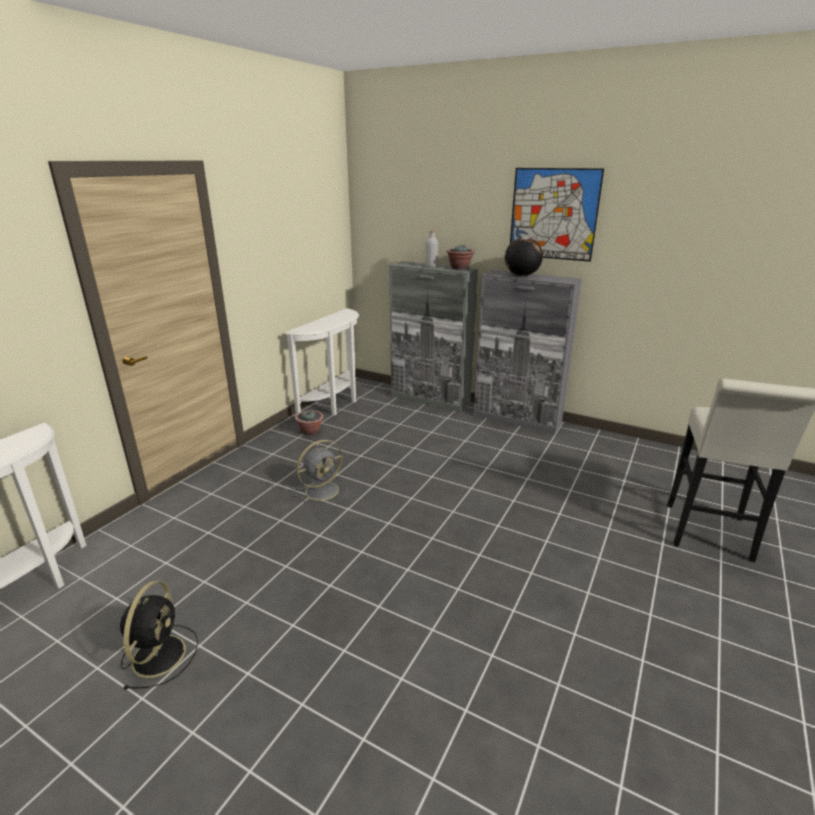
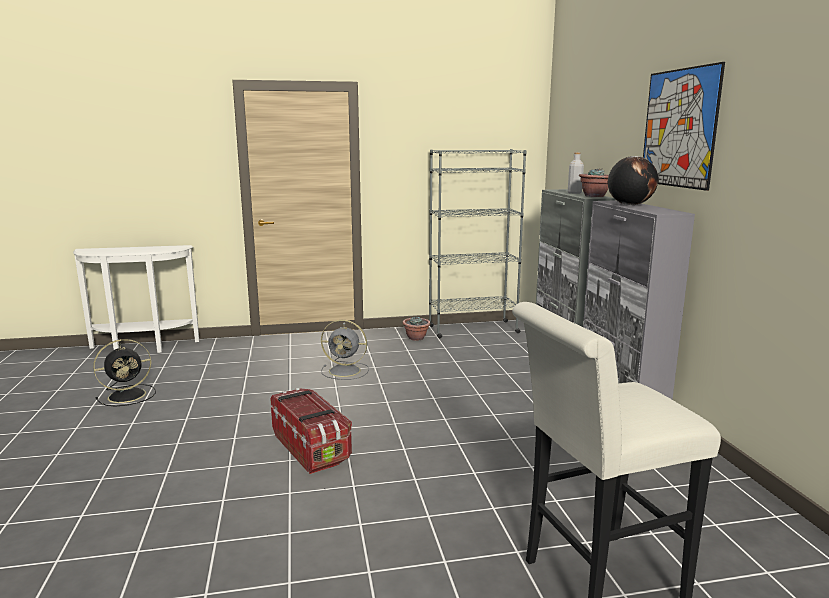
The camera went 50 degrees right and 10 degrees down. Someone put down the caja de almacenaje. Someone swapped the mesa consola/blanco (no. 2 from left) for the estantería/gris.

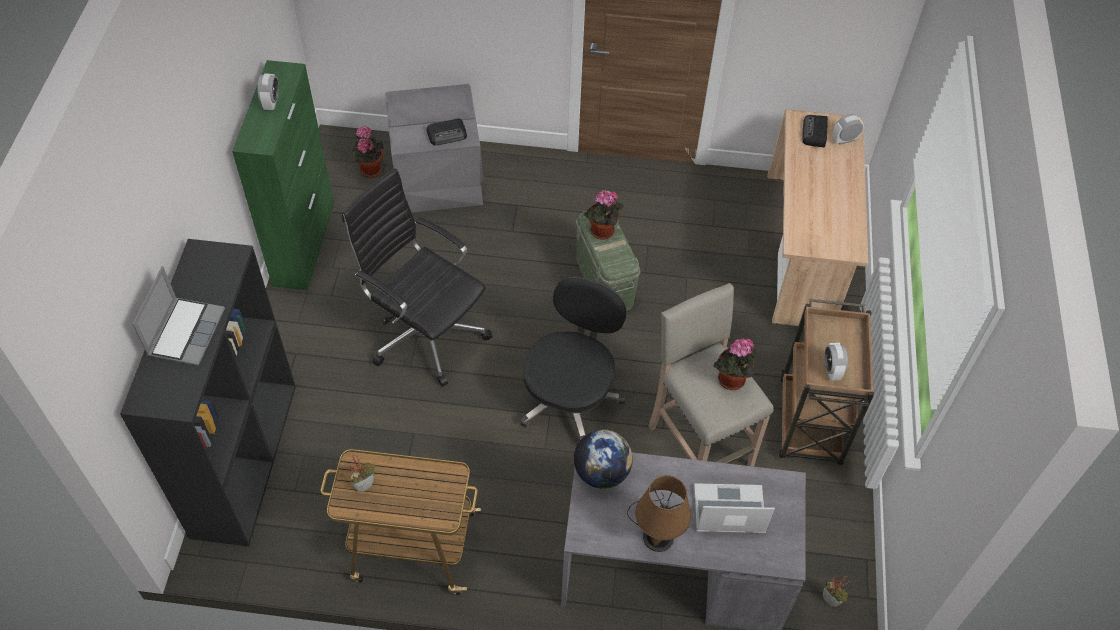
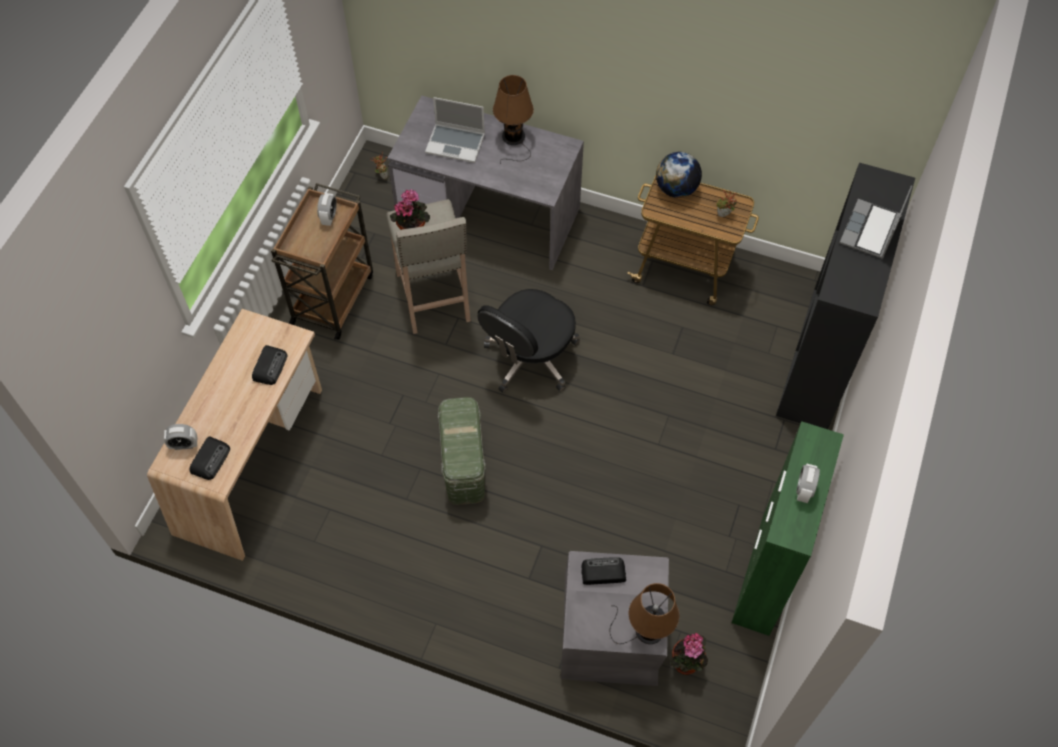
The camera went 165 degrees left and 5 degrees up. Someone put down the radio (no. 2 from left). Someone put down the lámpara de mesa/marrón (no. 2 from left). Someone carried the globo terráqueo. Someone took away the silla de oficina/negro (no. 1 from left). Someone took away the planta en maceta (no. 3 from left).

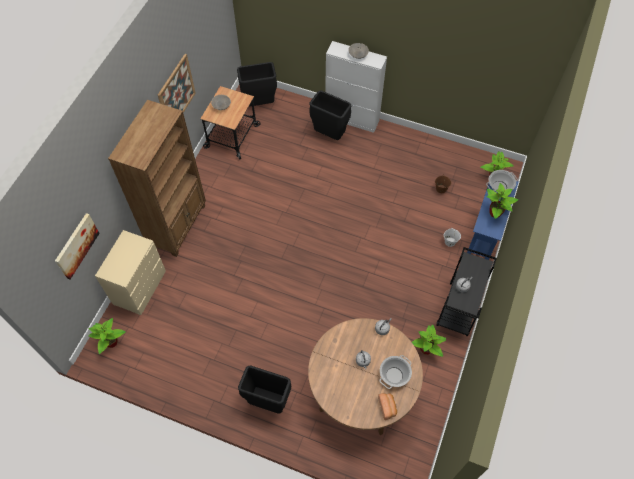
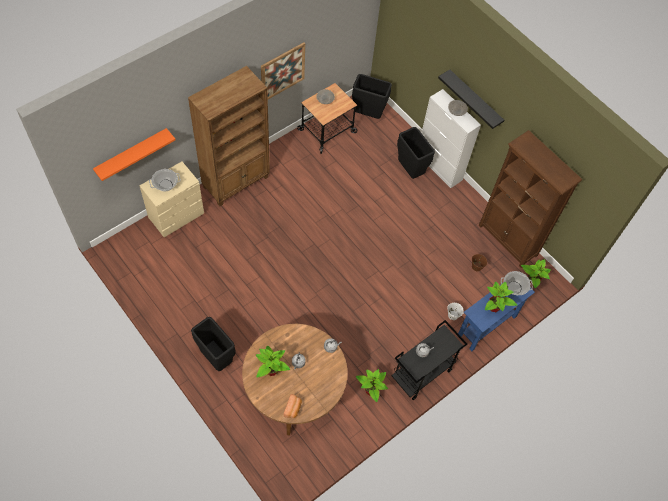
The camera went 25 degrees right and 0 degrees up. Someone swapped the cuadro (no. 1 from left) for the estante/naranja. Someone carried the olla (no. 1 from left). Someone carried the planta en maceta (no. 1 from left). Someone put up the estante/negro. Someone put down the estantería/marrón (no. 2 from left).

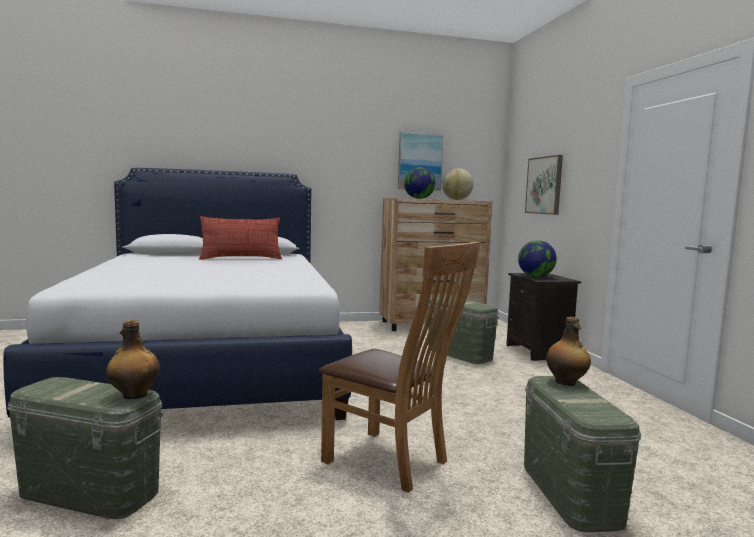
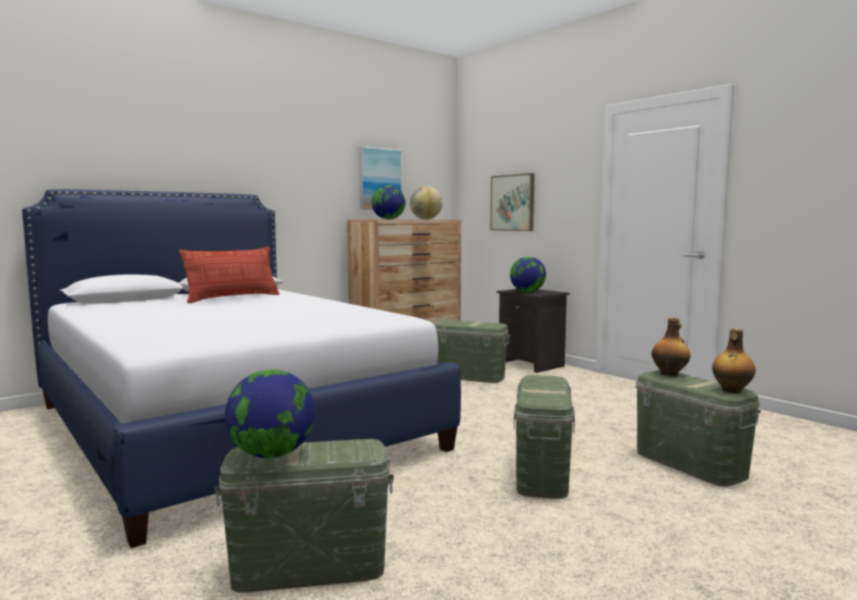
The camera went 25 degrees left and 0 degrees up. Someone put down the globo terráqueo (no. 1 from left). Someone swapped the silla/marrón for the caja de almacenaje/verde (no. 3 from left). Someone carried the botella (no. 1 from left in the first image).

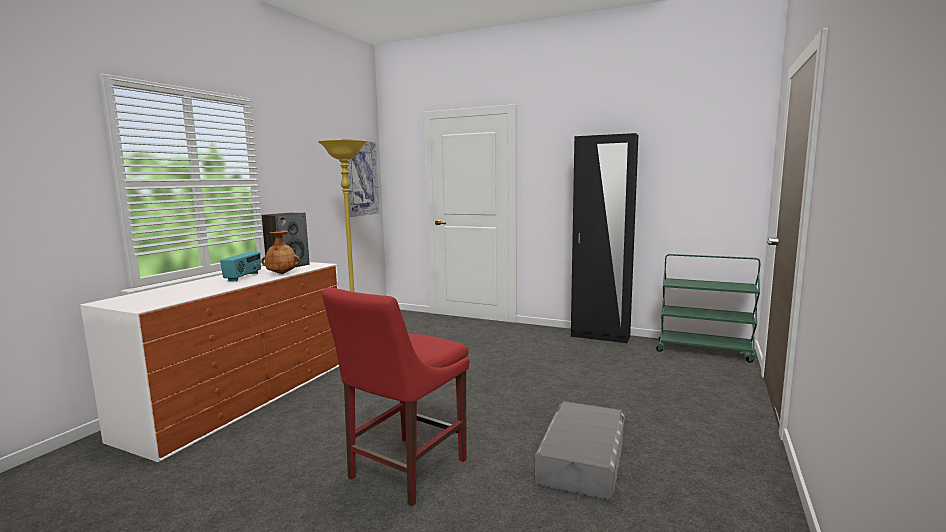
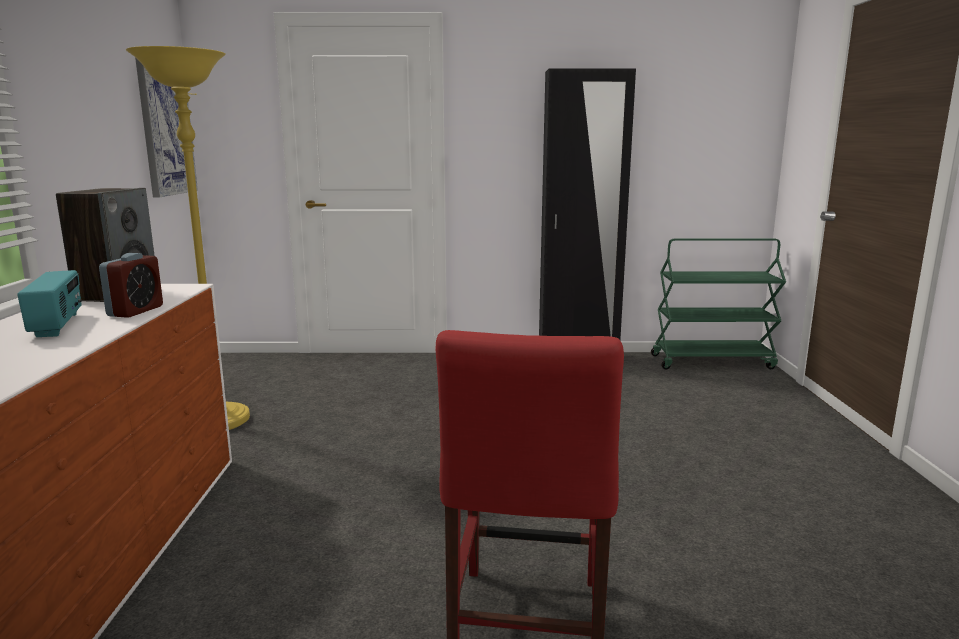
The camera went 25 degrees left and 5 degrees up. Someone swapped the florero/marrón for the despertador. Someone took away the caja de almacenaje/gris.

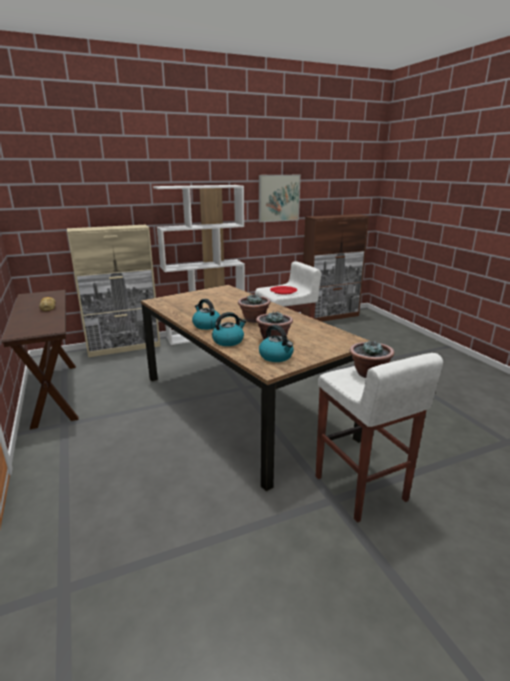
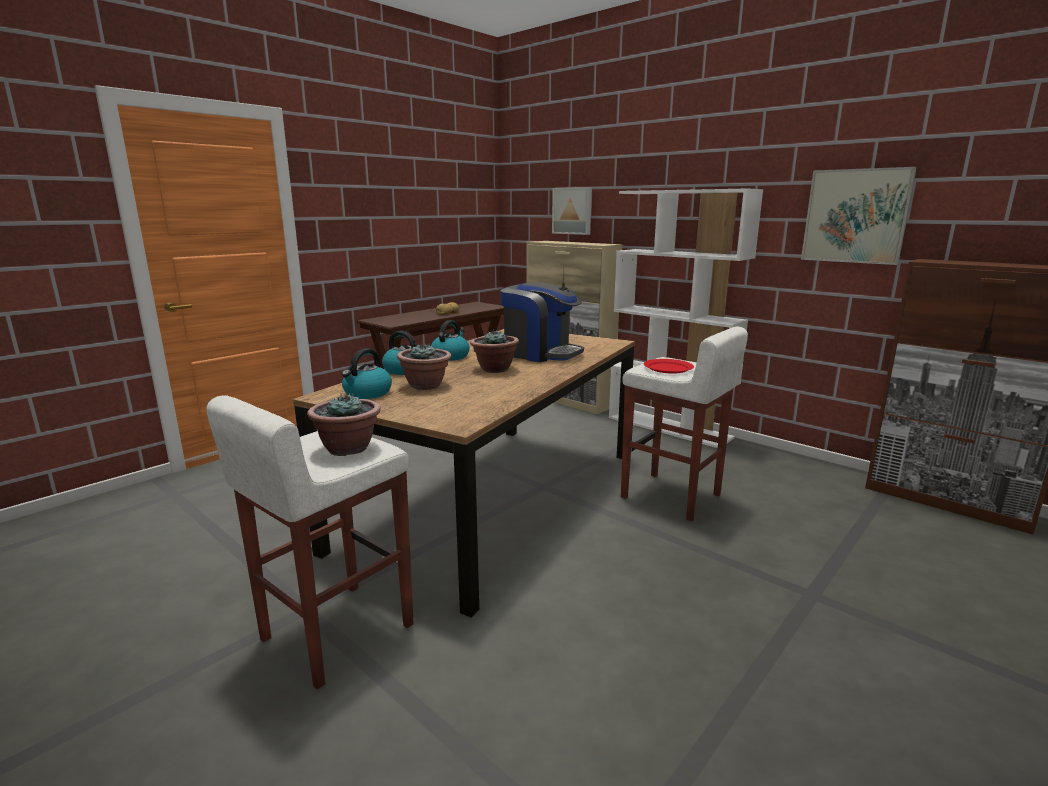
The camera went 65 degrees right and 5 degrees down. Someone put down the cafetera. Someone put up the cuadro (no. 1 from left).

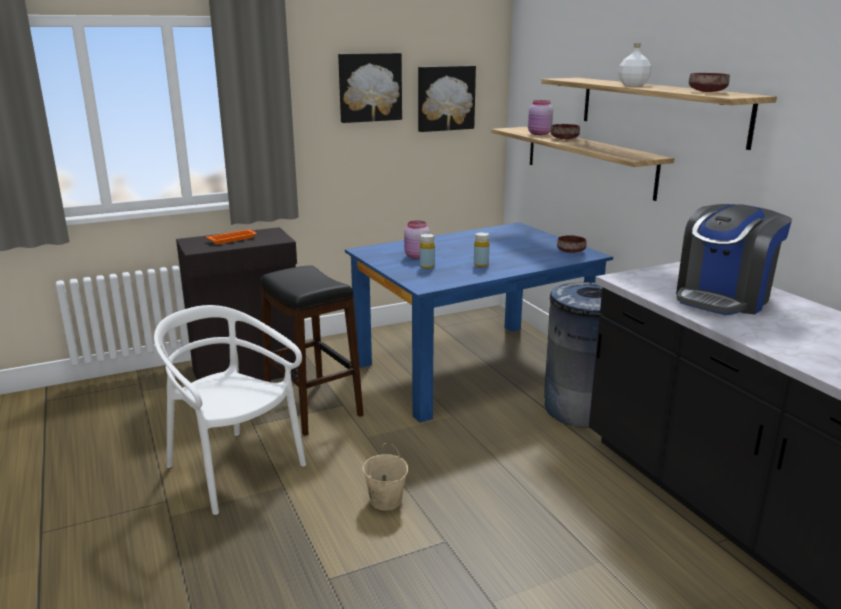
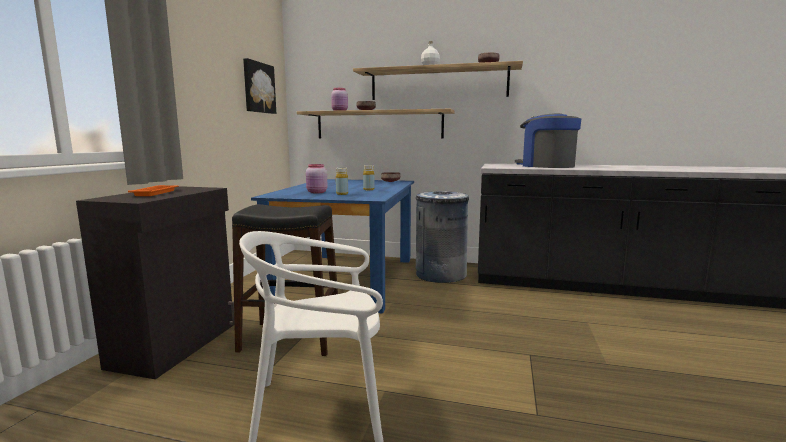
The camera went 50 degrees left and 10 degrees down. Someone rotated the cafetera by 150 degrees clockwise. Someone took away the cuadro (no. 1 from left). Someone took away the cubo/beis.

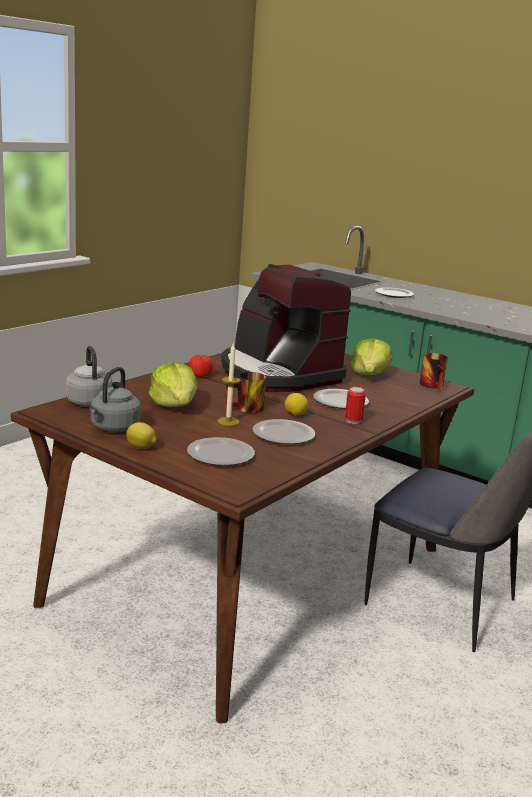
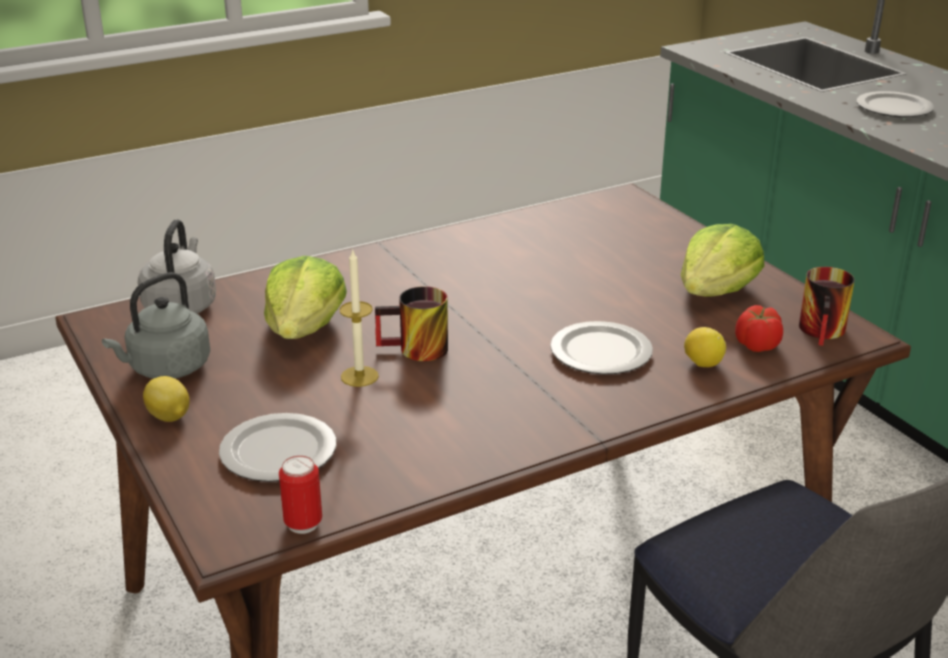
The camera went 25 degrees right and 10 degrees up. Someone carried the lata. Someone carried the limón (no. 2 from left). Someone carried the tomate. Someone took away the cafetera. Someone took away the plato (no. 2 from left).

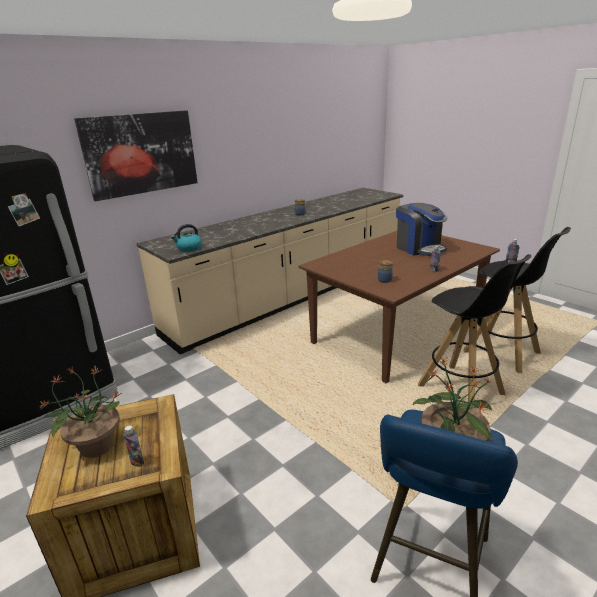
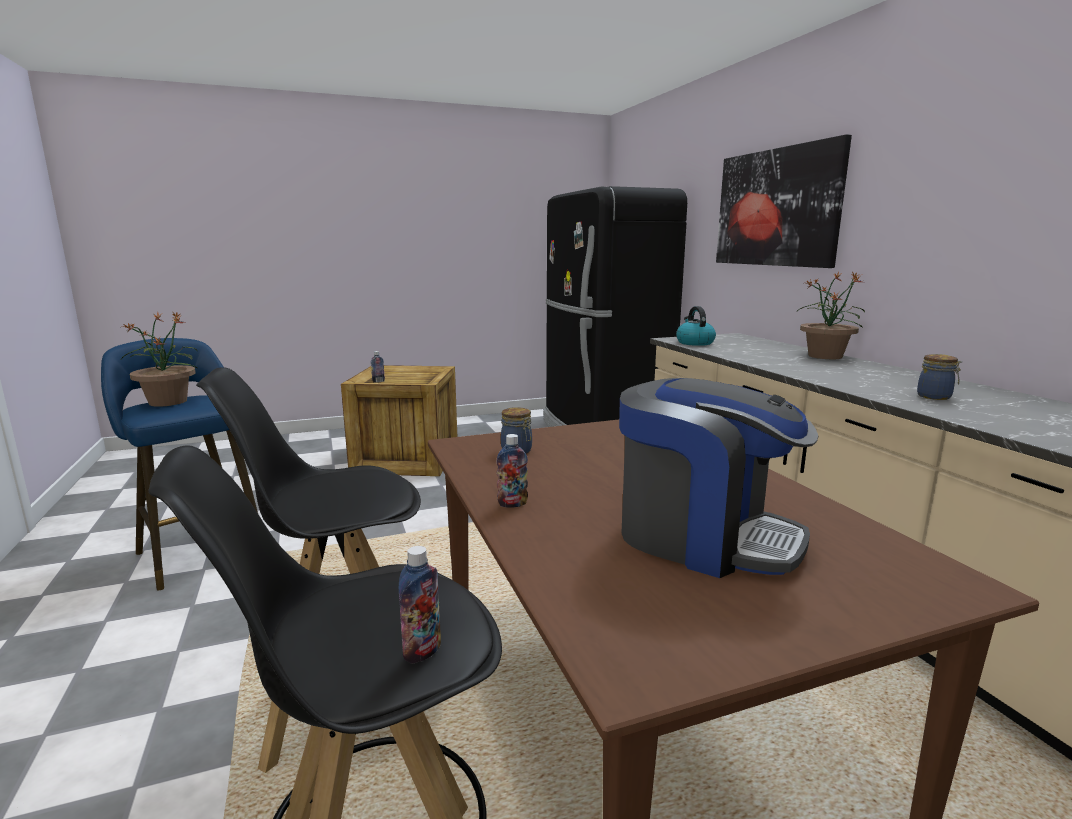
The camera went 110 degrees right and 10 degrees down. Someone rotated the cafetera by 135 degrees counterclockwise. Someone carried the planta en maceta (no. 1 from left in the first image).

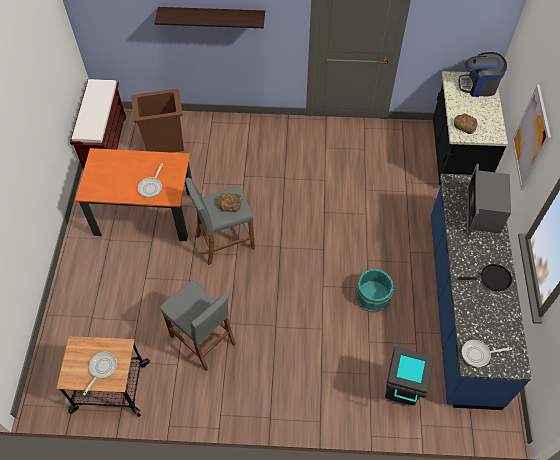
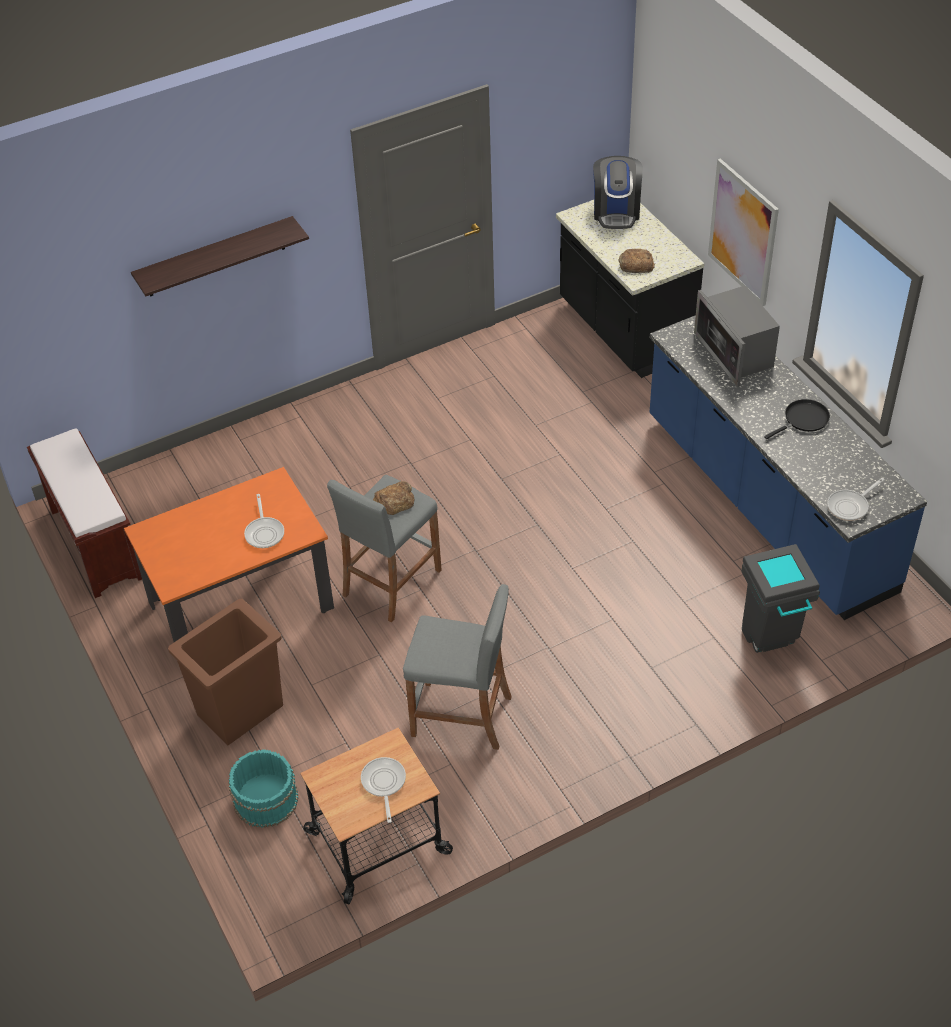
The camera went 30 degrees left and 10 degrees down. Someone carried the papelera/marrón. Someone carried the cubo/turquesa. Someone rotated the cafetera by 60 degrees counterclockwise.

